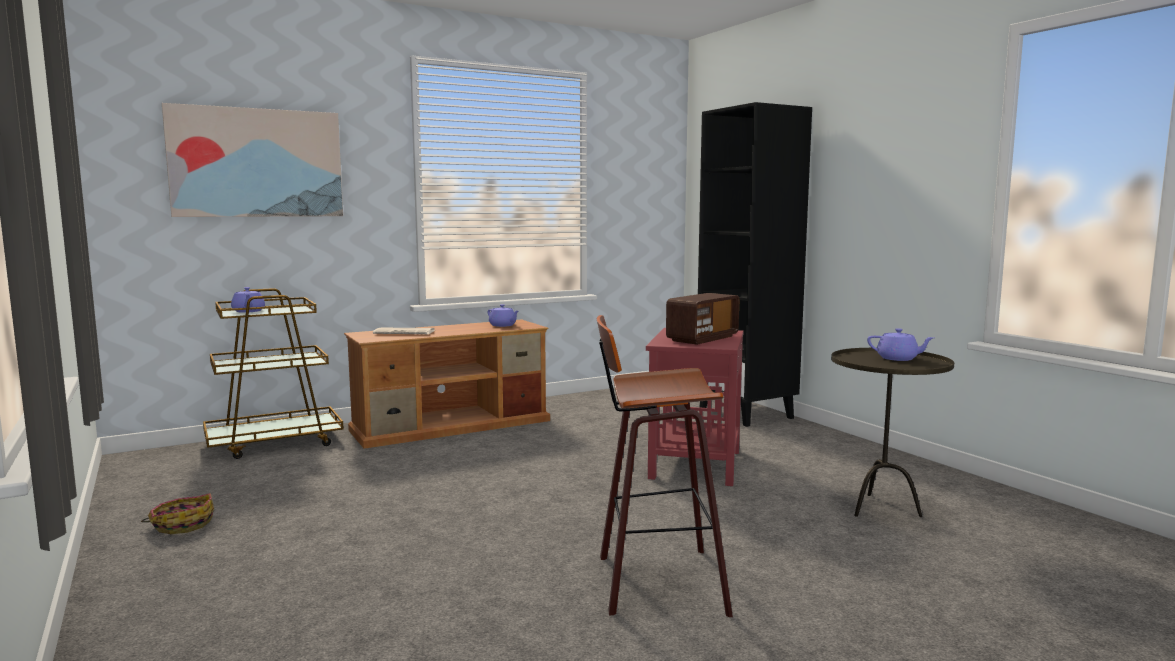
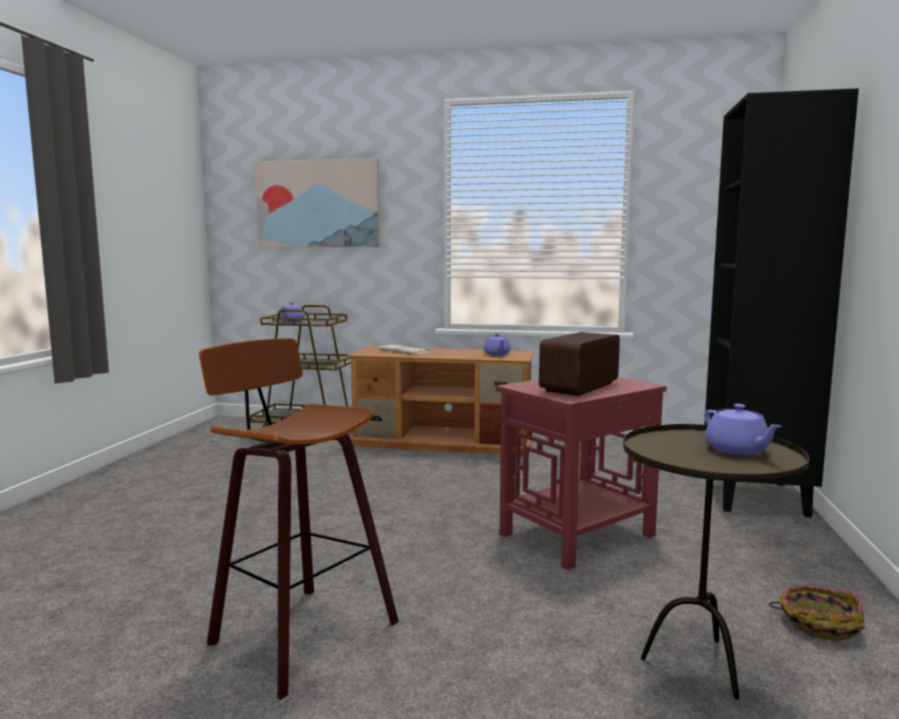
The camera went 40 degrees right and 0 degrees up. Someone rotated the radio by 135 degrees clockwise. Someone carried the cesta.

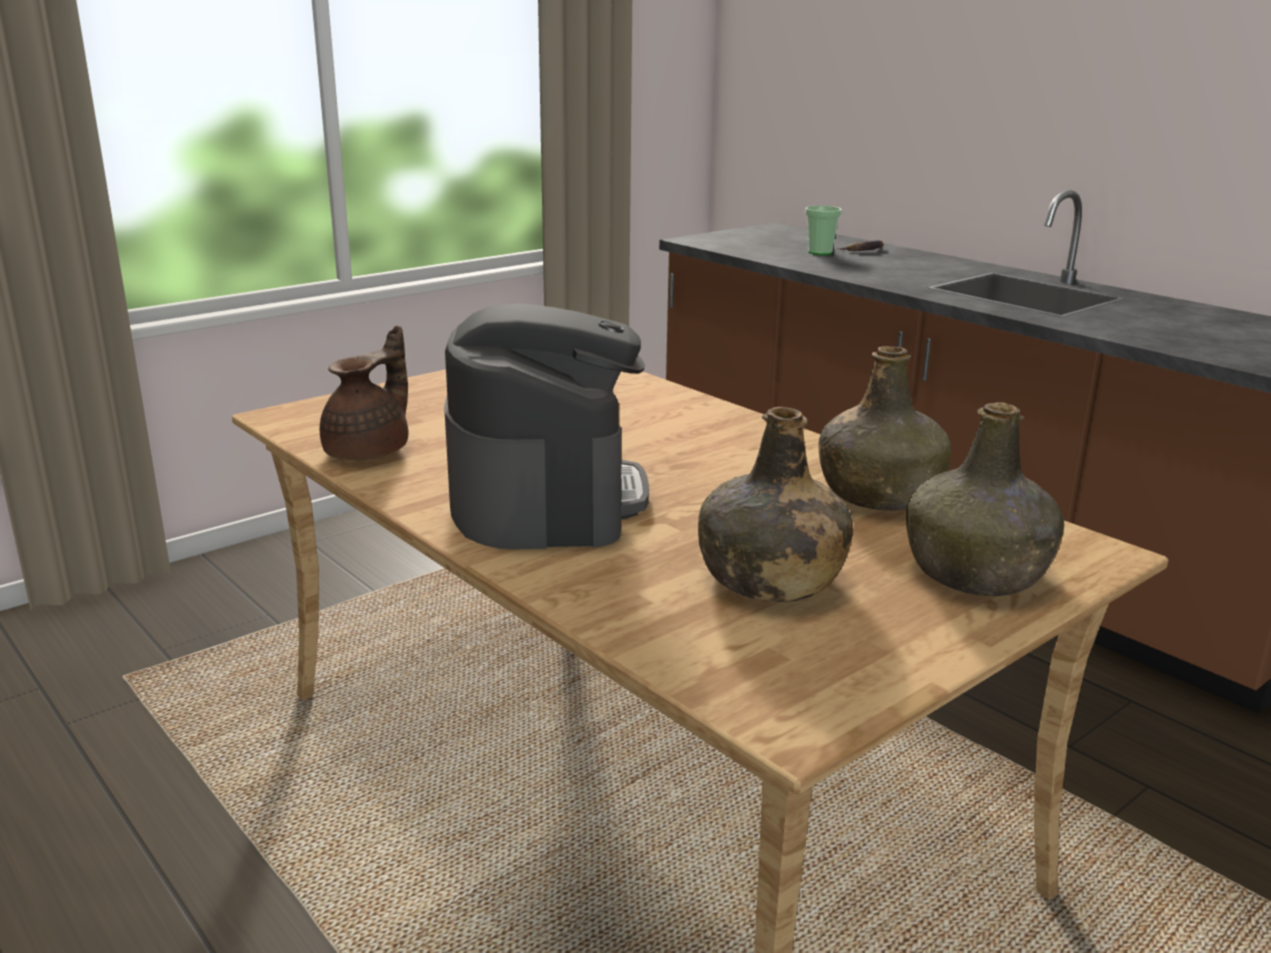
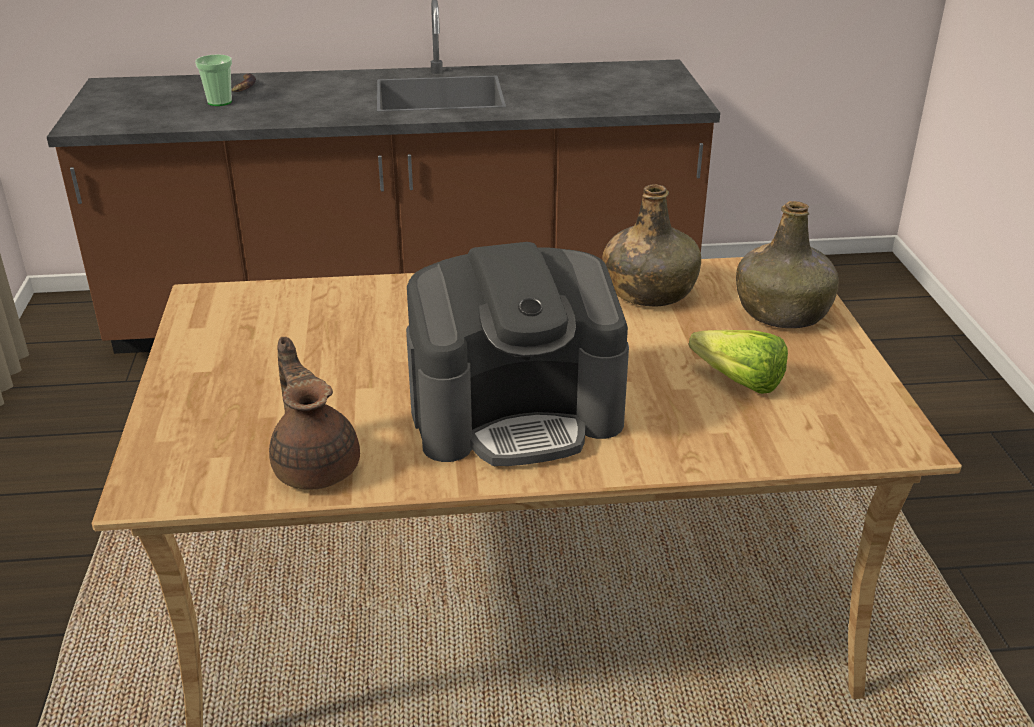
The camera went 55 degrees left and 10 degrees up. Someone rotated the cafetera by 135 degrees clockwise. Someone swapped the botella/verde (no. 1 from left) for the lechuga.

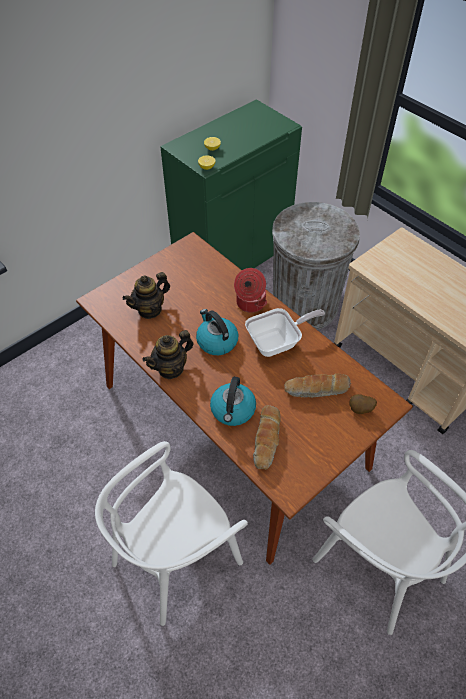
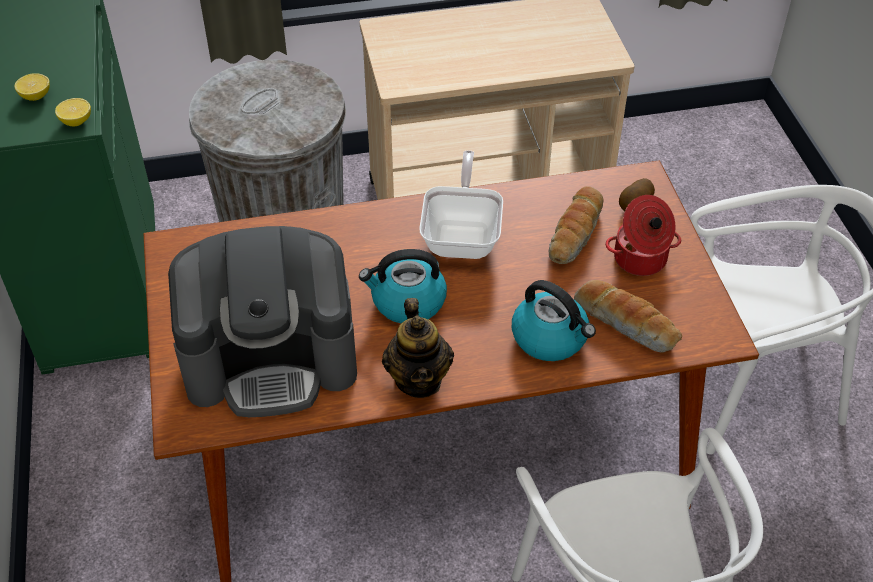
The camera went 60 degrees left and 5 degrees down. Someone swapped the tetera (no. 1 from left) for the cafetera. Someone carried the olla.

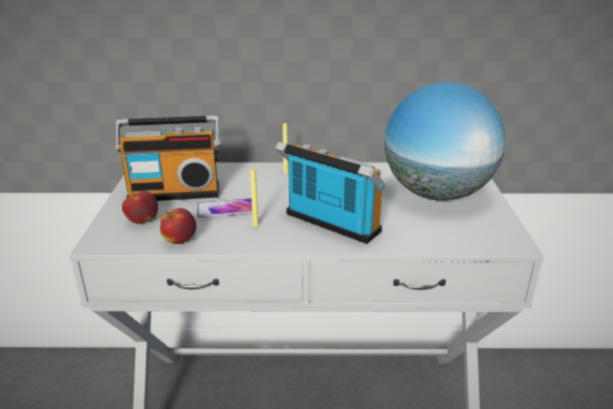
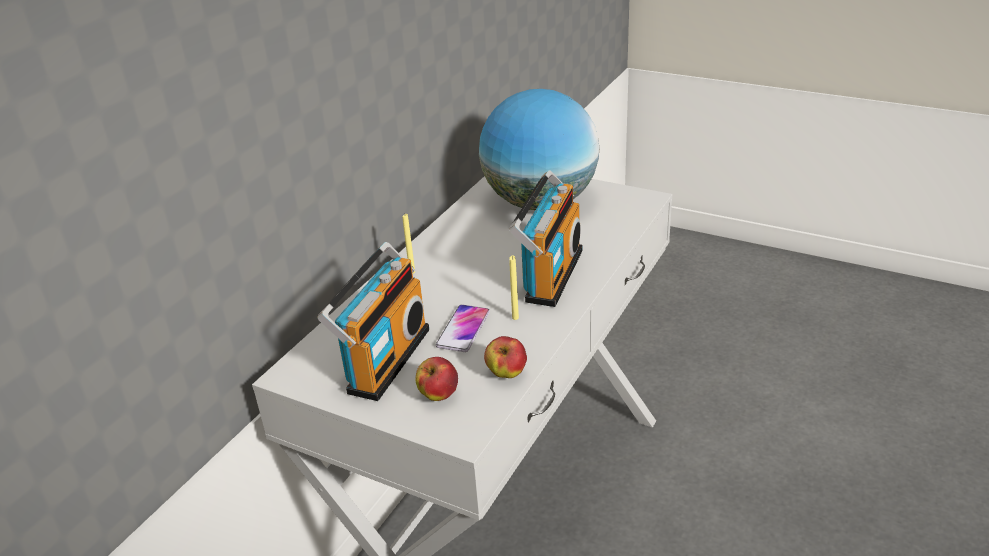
The camera went 60 degrees left and 5 degrees up. Someone rotated the radio (no. 2 from left) by 135 degrees clockwise.

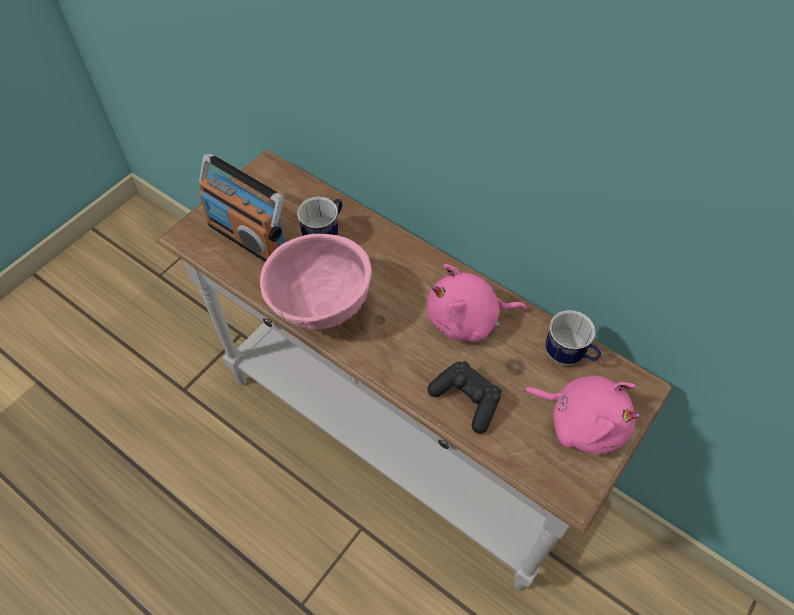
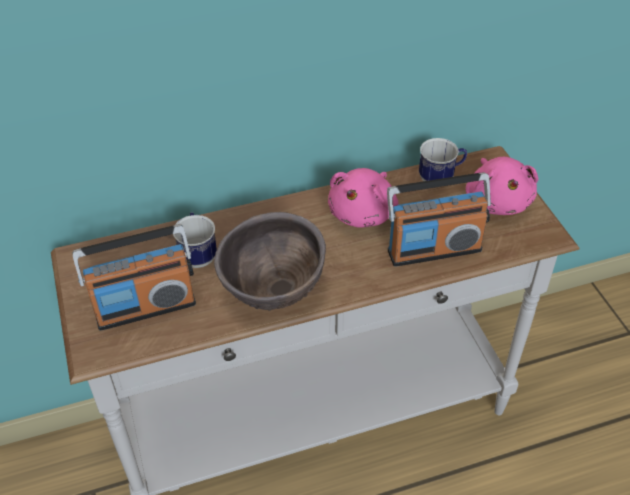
The camera went 55 degrees left and 10 degrees down. Someone repainted the cuenco/rosa, which became the cuenco/marrón. Someone swapped the mando de consola/negro for the radio (no. 2 from left). Someone rotated the peluche/rosa (no. 2 from left) by 105 degrees clockwise.

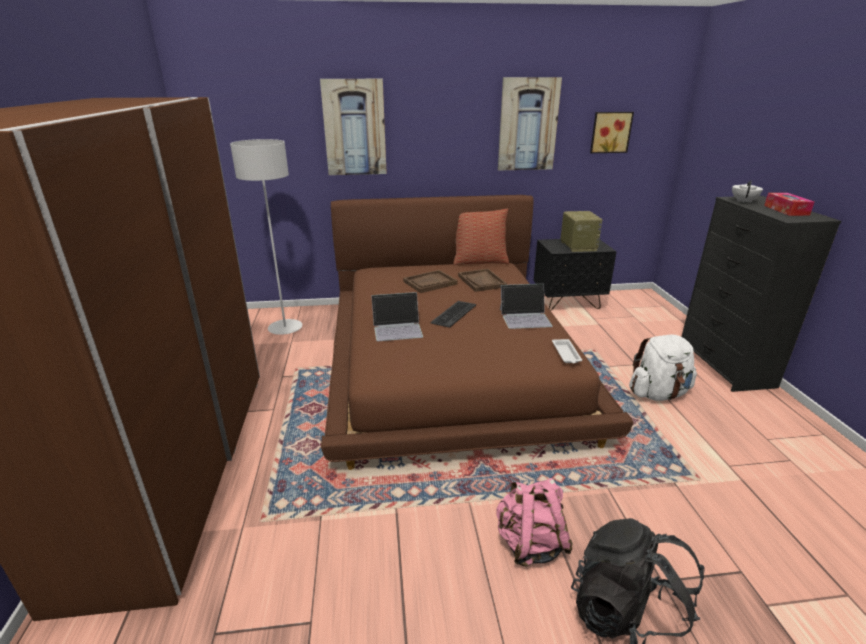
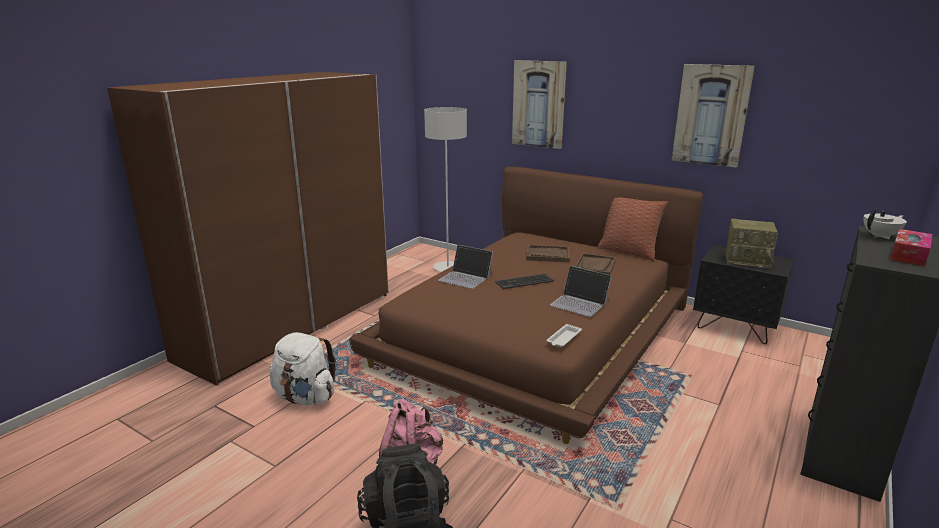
The camera went 40 degrees right and 5 degrees down. Someone carried the mochila/blanco. Someone rotated the radio by 75 degrees clockwise. Someone took away the cuadro (no. 3 from left).

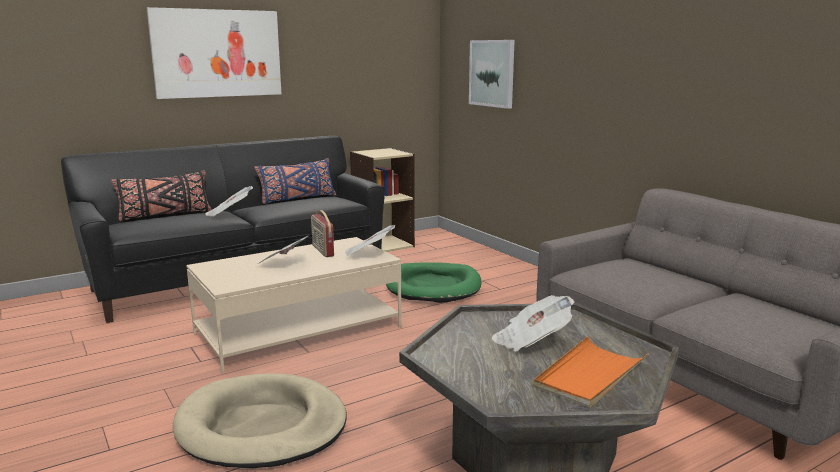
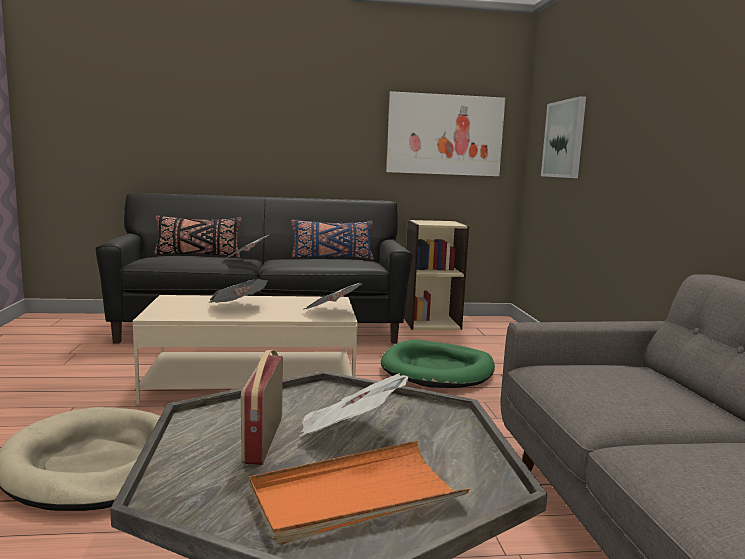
The camera went 25 degrees right and 5 degrees down. Someone carried the radio. Someone carried the cuadro (no. 1 from left).

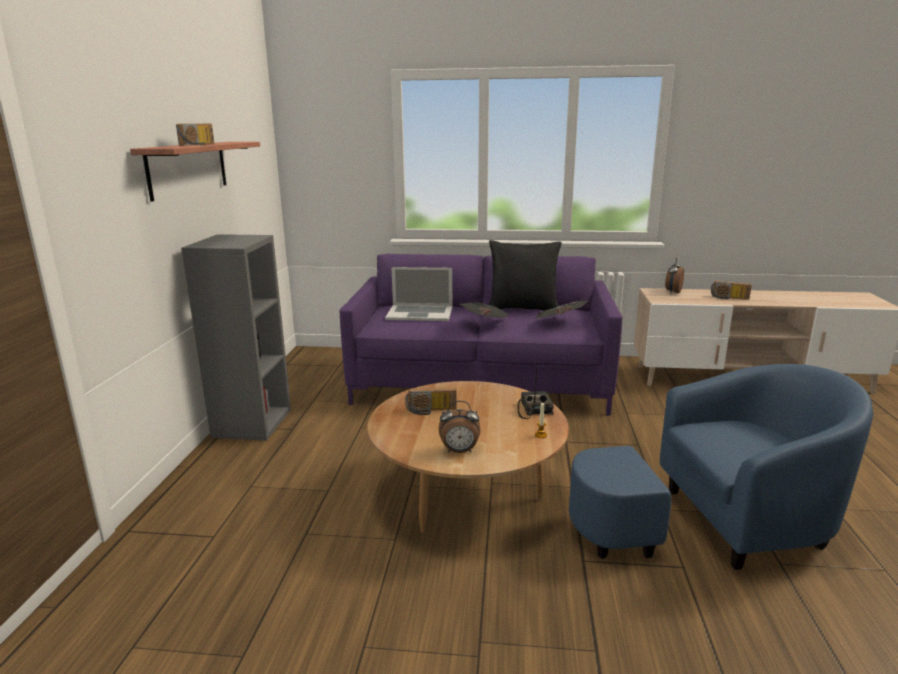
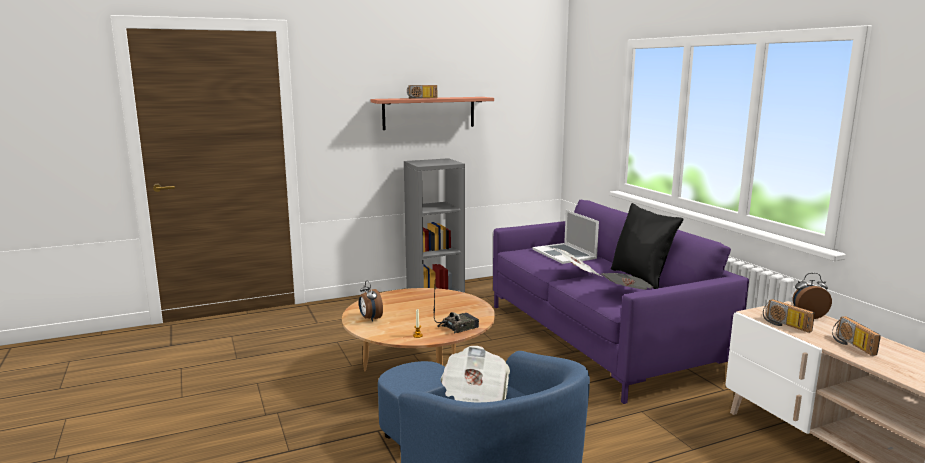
The camera went 60 degrees right and 5 degrees down. Someone put down the periódico (no. 1 from left). Someone carried the radio (no. 2 from left in the first image).

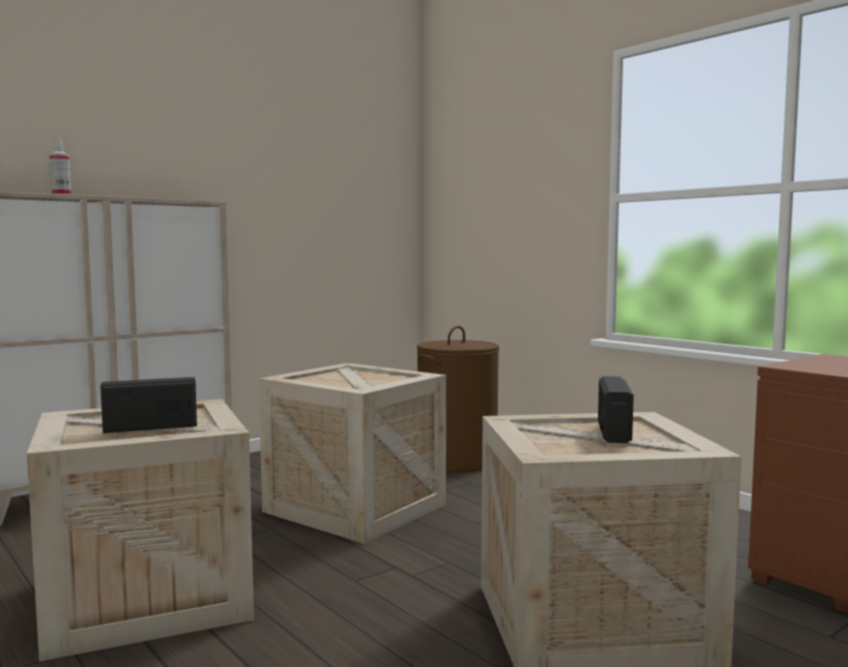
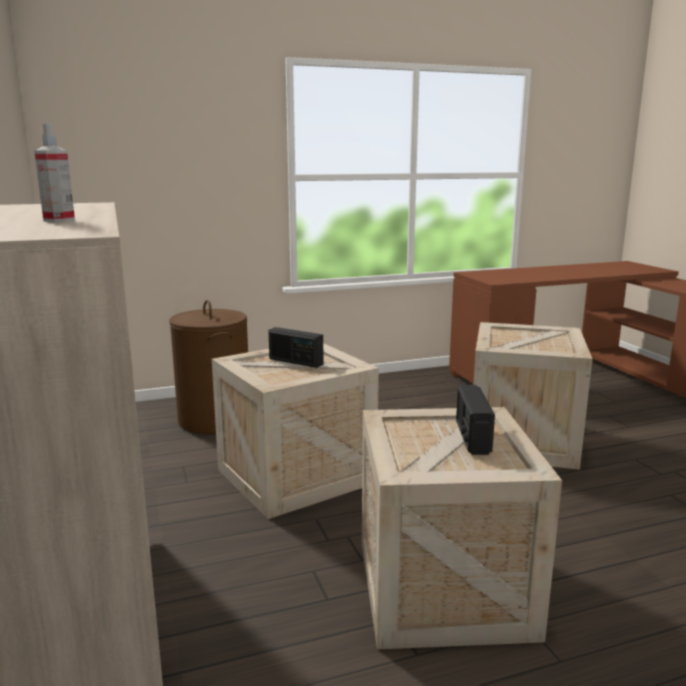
The camera went 70 degrees left and 10 degrees up. Someone carried the radio (no. 2 from left in the first image).

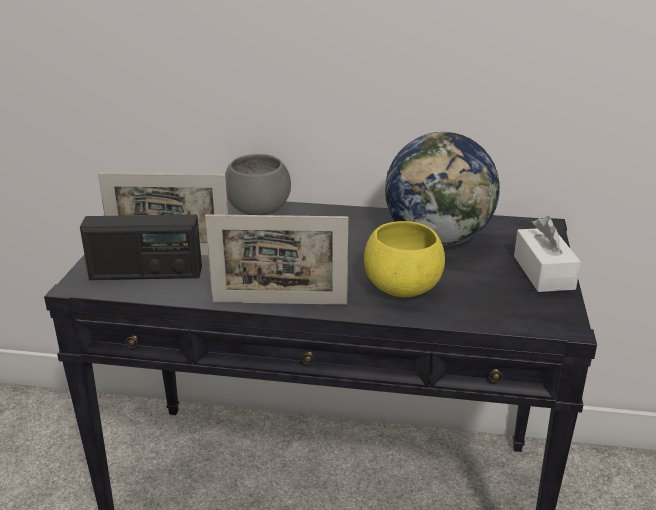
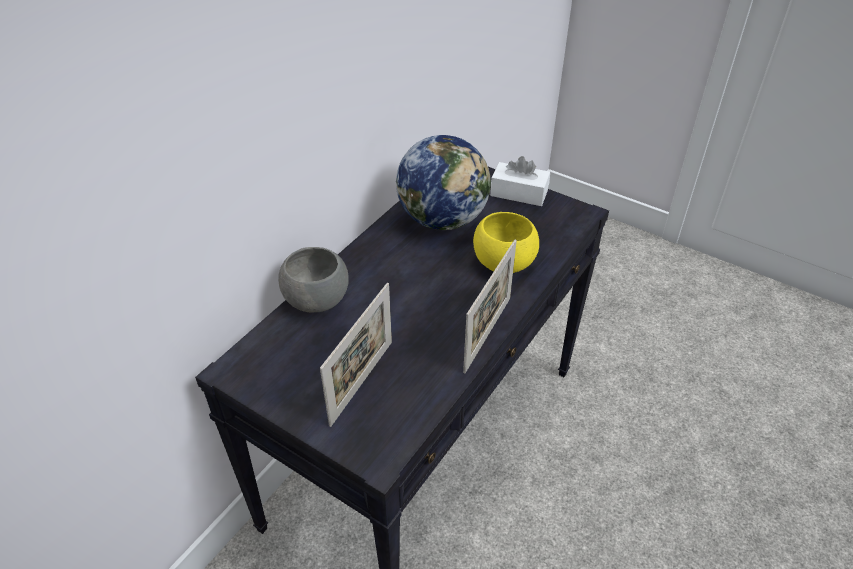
The camera went 65 degrees left and 15 degrees up. Someone took away the radio.

